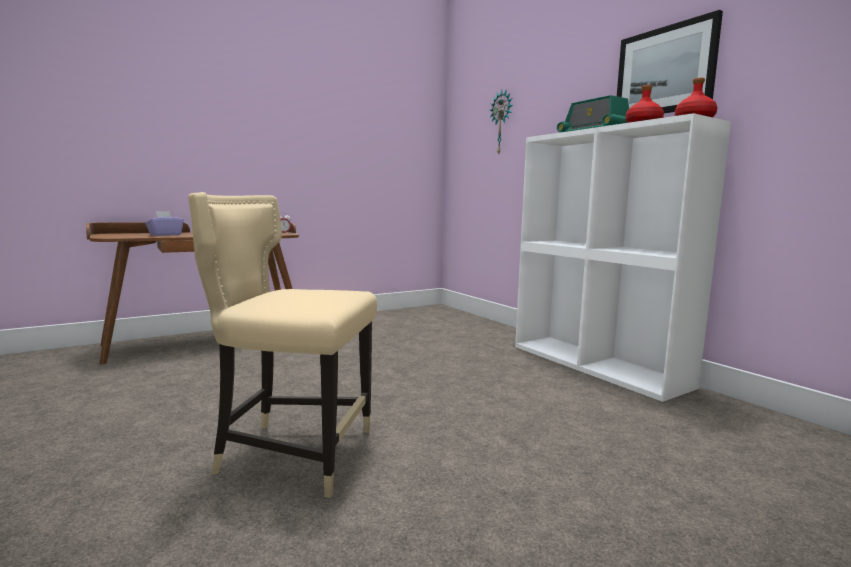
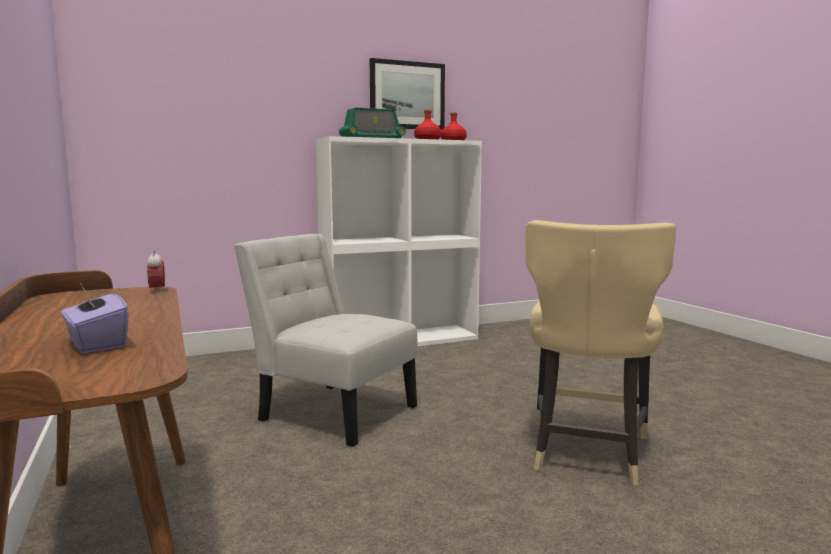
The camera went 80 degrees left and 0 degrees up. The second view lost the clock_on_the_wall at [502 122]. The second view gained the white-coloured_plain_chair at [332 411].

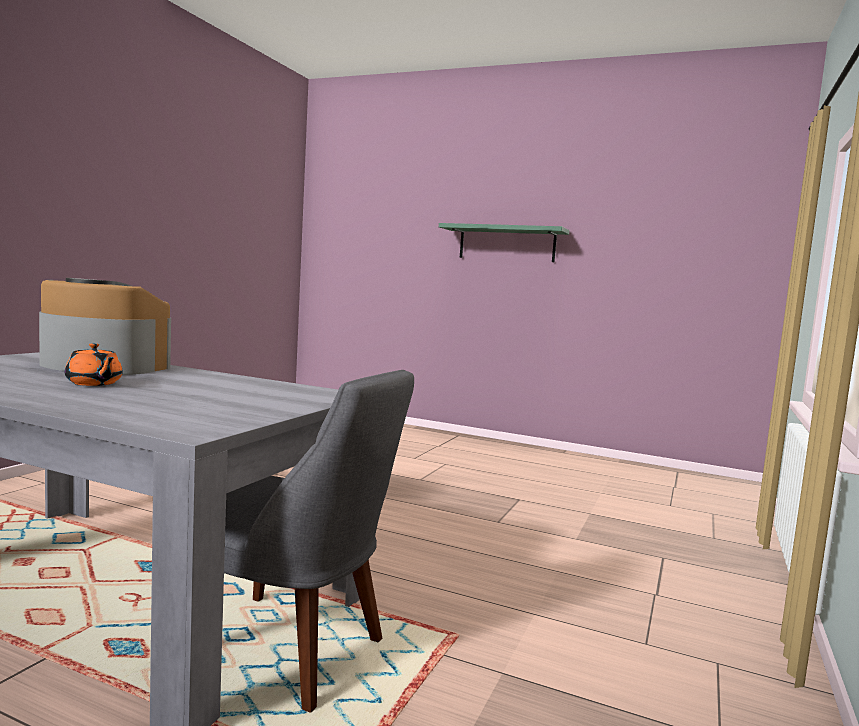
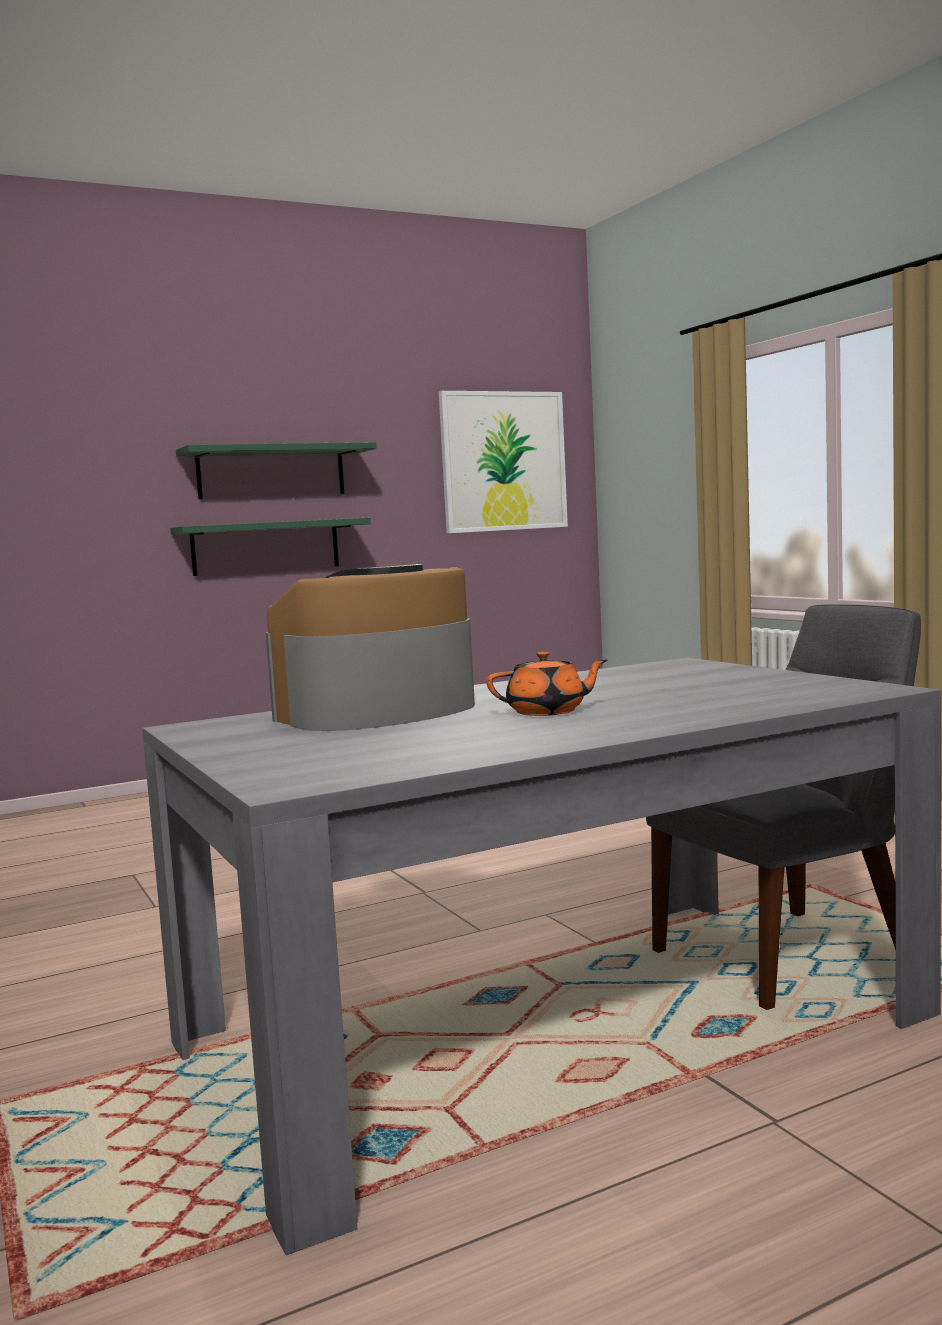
The camera went 50 degrees left and 0 degrees up. The second view gained the wall_art at [503 461]. The second view gained the green-coloured_wall_shelf at [266 547].

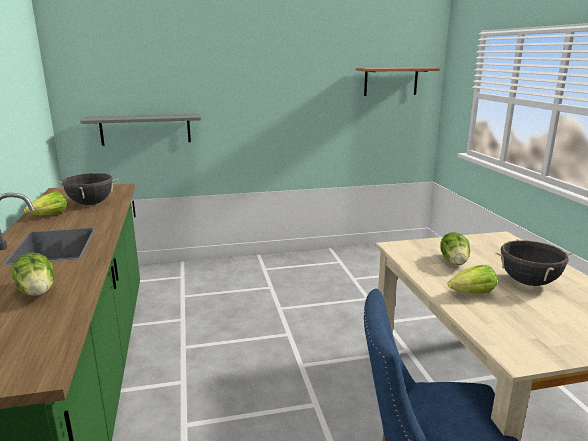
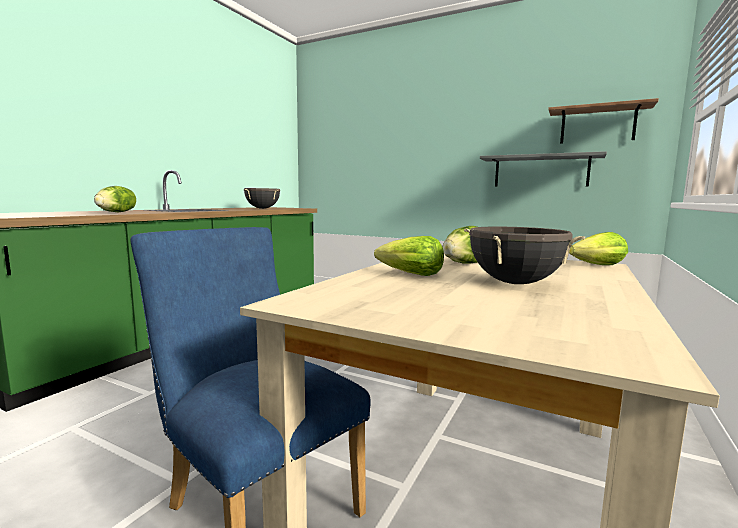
The camera went 40 degrees right and 10 degrees down. The gray_wall_shelf ended up elsewhere, having gone from [145 129] to [540 171]. The head_of_lettuce ended up elsewhere, having gone from [50 216] to [598 266].

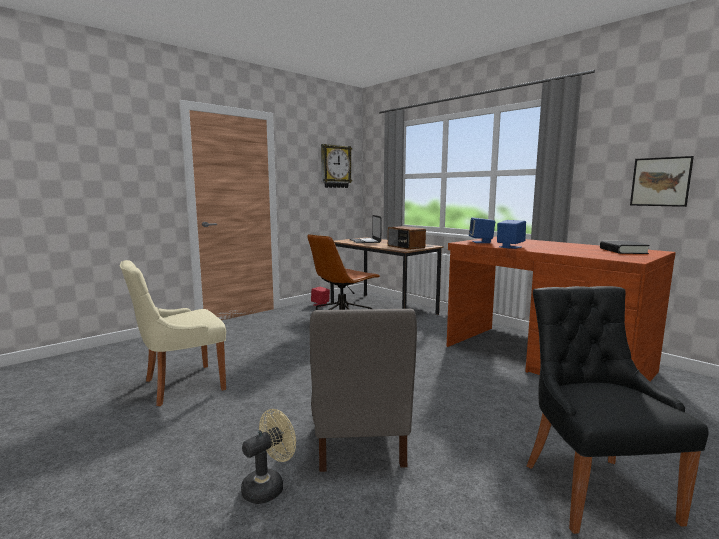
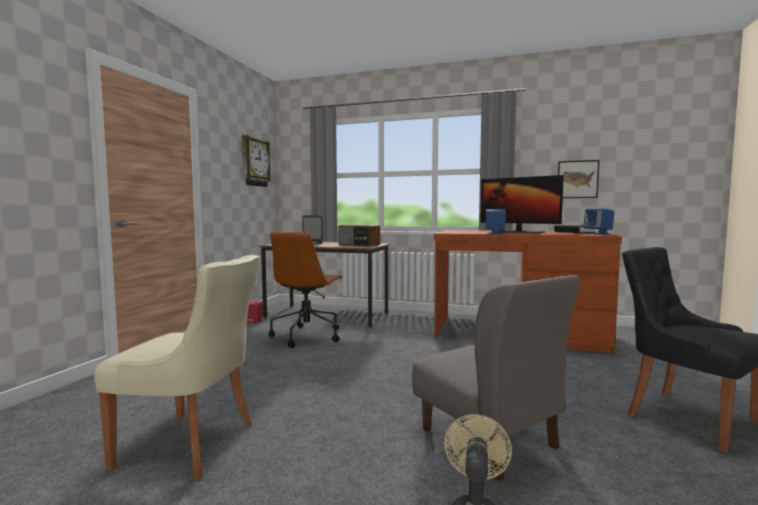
The camera went 30 degrees left and 5 degrees down. The blue_loudspeaker ended up elsewhere, having gone from [481 242] to [598 233]. The beige-coloured_plain_chair at [181 385] ended up facing another way, 105 degrees counterclockwise from before. The second view gained the computer_display at [518 232].

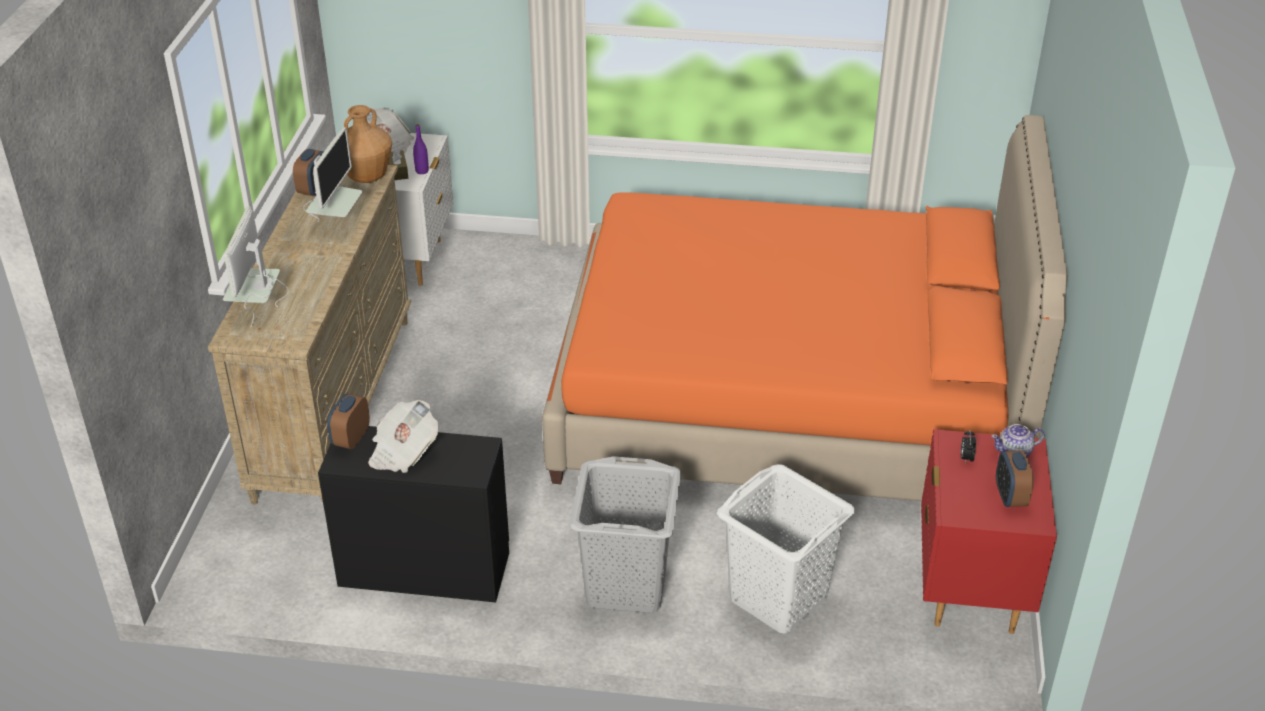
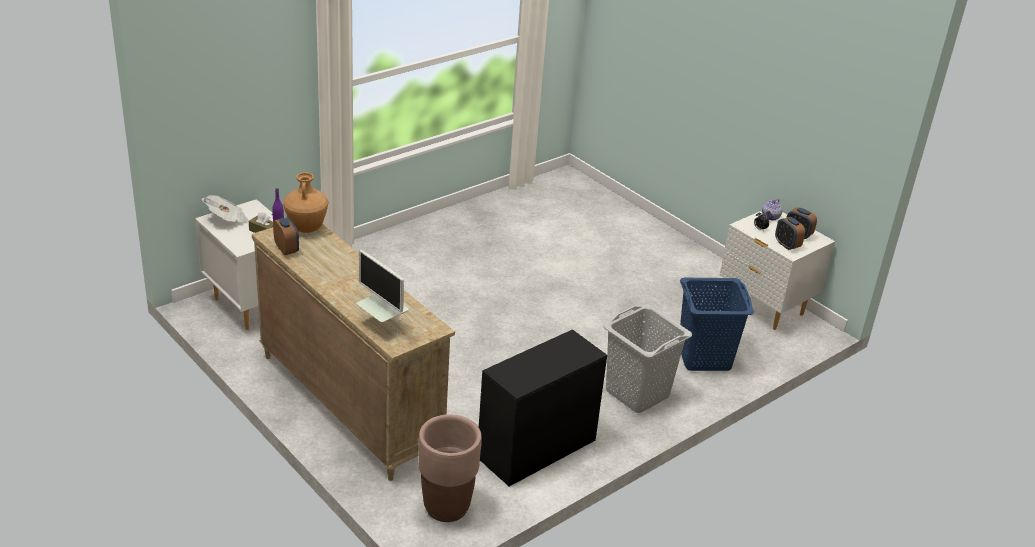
The camera went 50 degrees left and 5 degrees down. The second view lost the orange_bed at [788 398]. The second view lost the computer_display at [336 224]. The bedside_clock ended up elsewhere, having gone from [351 439] to [787 245]. The second view lost the newspaper at [403 452]. What was the red_nightstand at [970 591] turned into the white-coloured_nightstand at [765 308]. What was the white-coloured_hamper at [778 597] turned into the blue_hamper at [703 357]. The second view gained the brownish_flower_pot at [446 507].

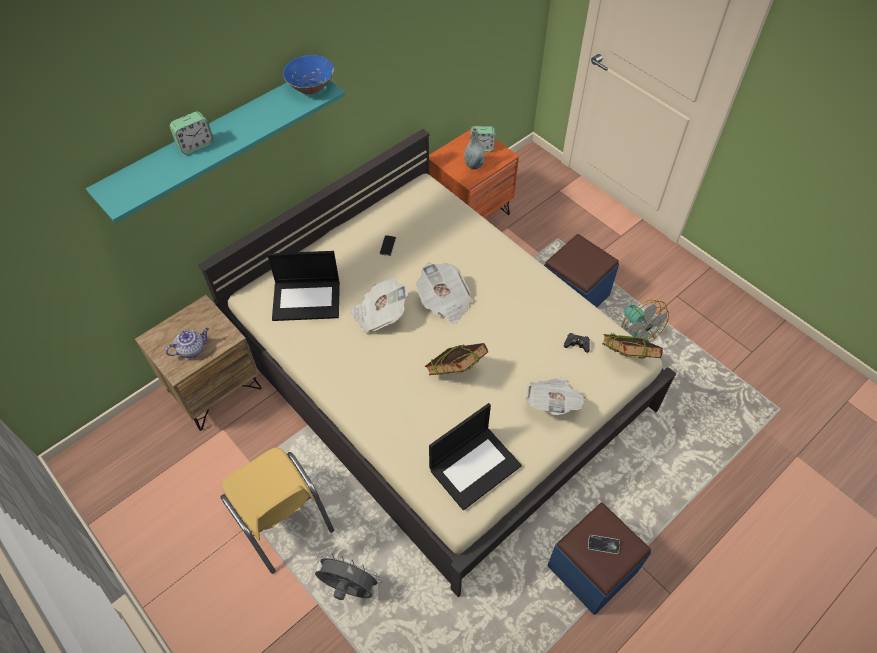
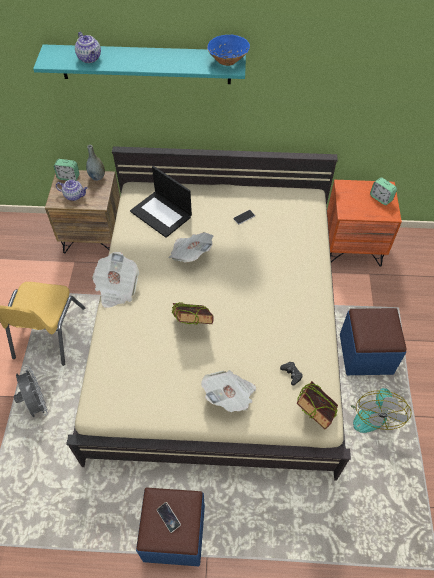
The camera went 45 degrees right and 0 degrees up. The bedside_clock ended up elsewhere, having gone from [196 145] to [68 177]. The gray_vase ended up elsewhere, having gone from [474 165] to [97 177]. The newspaper ended up elsewhere, having gone from [444 302] to [116 288]. The second view lost the notebook_computer at [475 466]. The second view gained the pot_for_tea at [90 58].

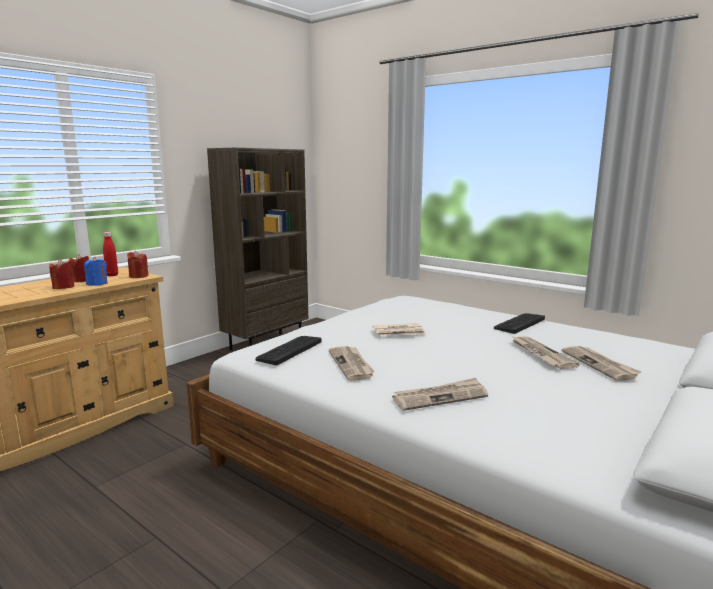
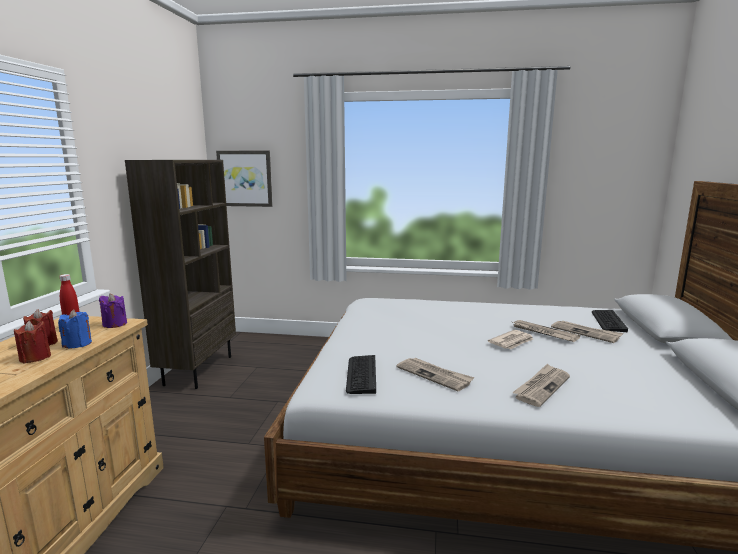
The camera went 30 degrees left and 0 degrees up. What was the red_wax_candle at [138 276] turned into the purplish_wax_candle at [115 324]. The computer_keyboard ended up elsewhere, having gone from [519 323] to [608 321]. The newspaper ended up elsewhere, having gone from [399 332] to [512 342]. The second view gained the wall_art at [245 178].

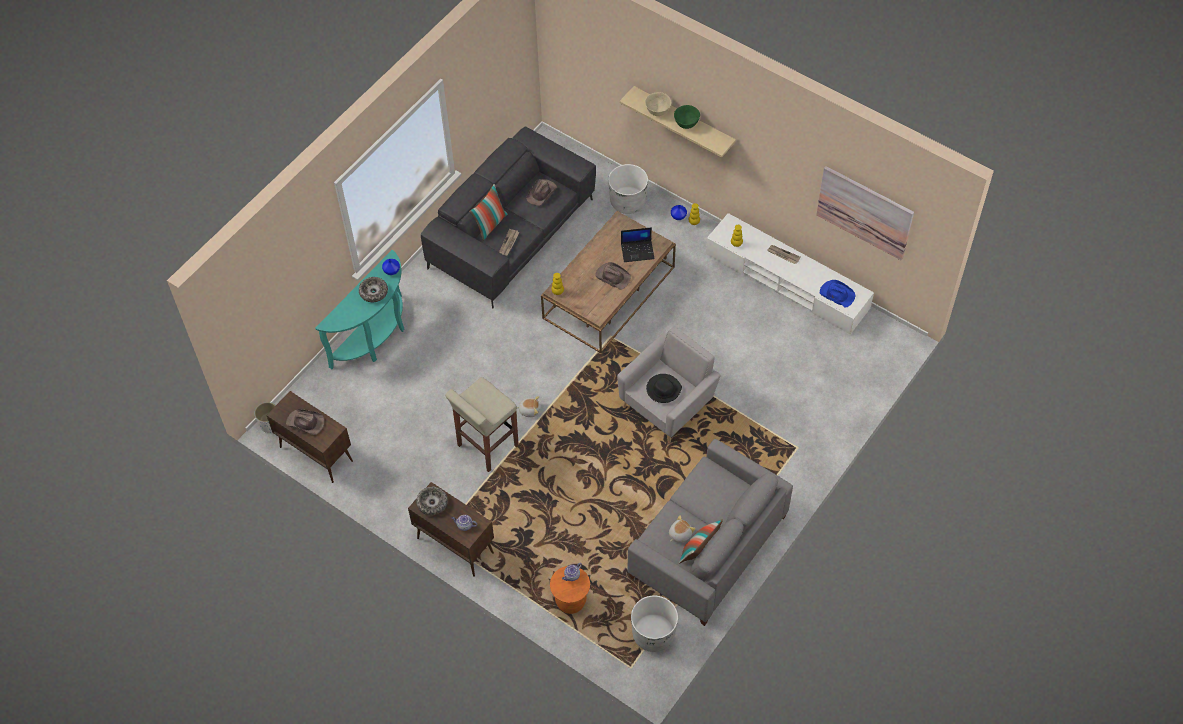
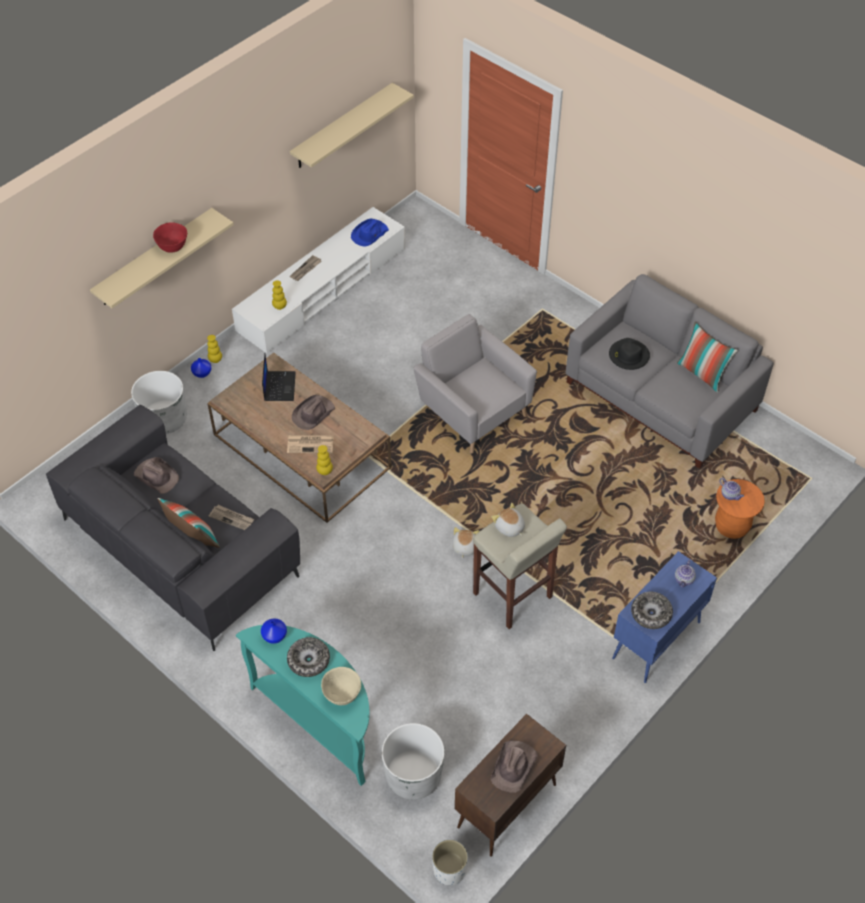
The camera went 85 degrees left and 5 degrees down. The beige-coloured_bowl ended up elsewhere, having gone from [658 111] to [341 694]. What was the green-coloured_bowl at [686 124] turned into the red_bowl at [173 247]. Where the wall_art hung at [864 212], the beige-coloured_wall_shelf came to hang at [342 126]. The black-coloured_wearable_hat ended up elsewhere, having gone from [663 389] to [628 356]. What was the brownish_cupboard at [454 545] turned into the blue_cupboard at [656 641]. The cuddly_toy ended up elsewhere, having gone from [679 534] to [509 528]. The white-coloured_flower_pot ended up elsewhere, having gone from [653 634] to [413 775]. The second view gained the newspaper at [311 444].

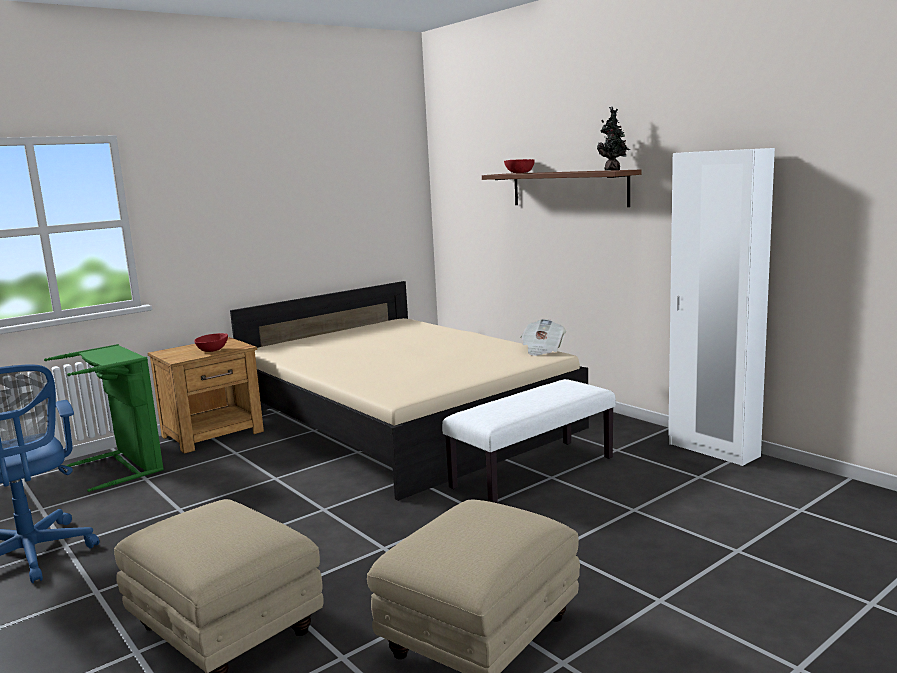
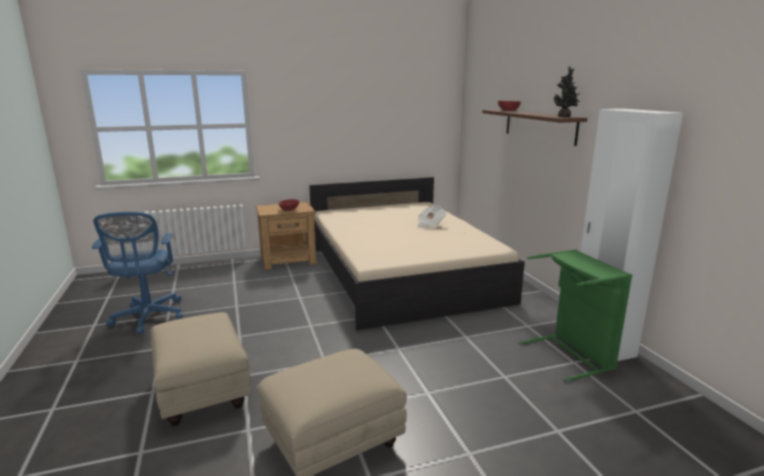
The camera went 20 degrees right and 5 degrees up. The newspaper ended up elsewhere, having gone from [542 350] to [429 225]. The green-coloured_hamper ended up elsewhere, having gone from [124 466] to [572 355]. The second view lost the white-coloured_indoor_bench at [533 472].

